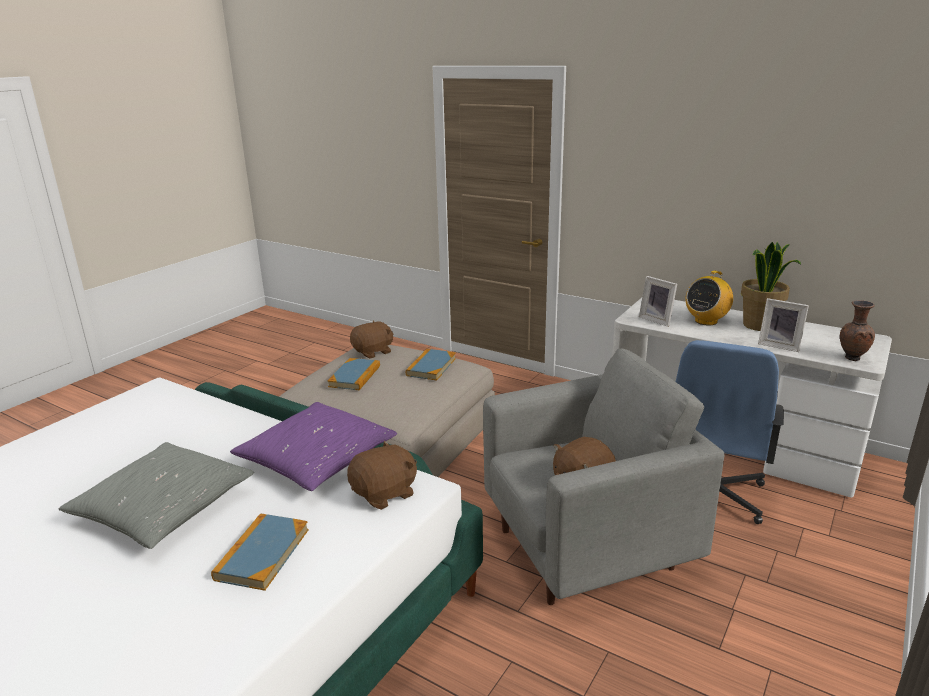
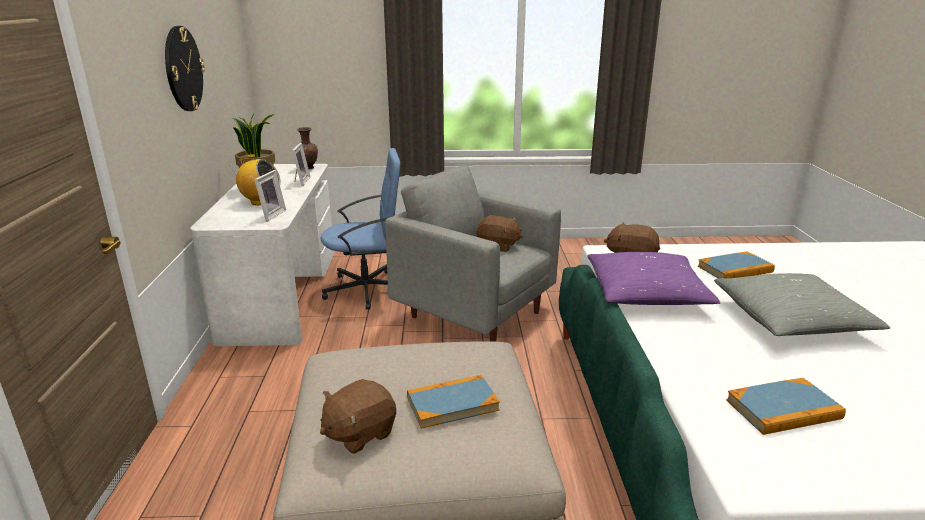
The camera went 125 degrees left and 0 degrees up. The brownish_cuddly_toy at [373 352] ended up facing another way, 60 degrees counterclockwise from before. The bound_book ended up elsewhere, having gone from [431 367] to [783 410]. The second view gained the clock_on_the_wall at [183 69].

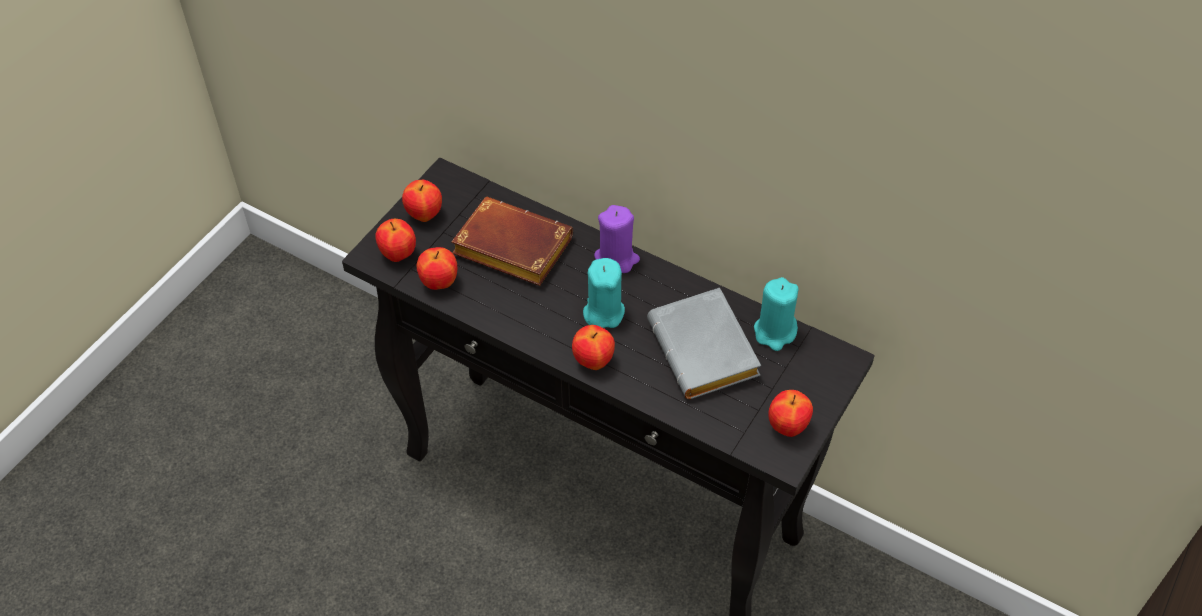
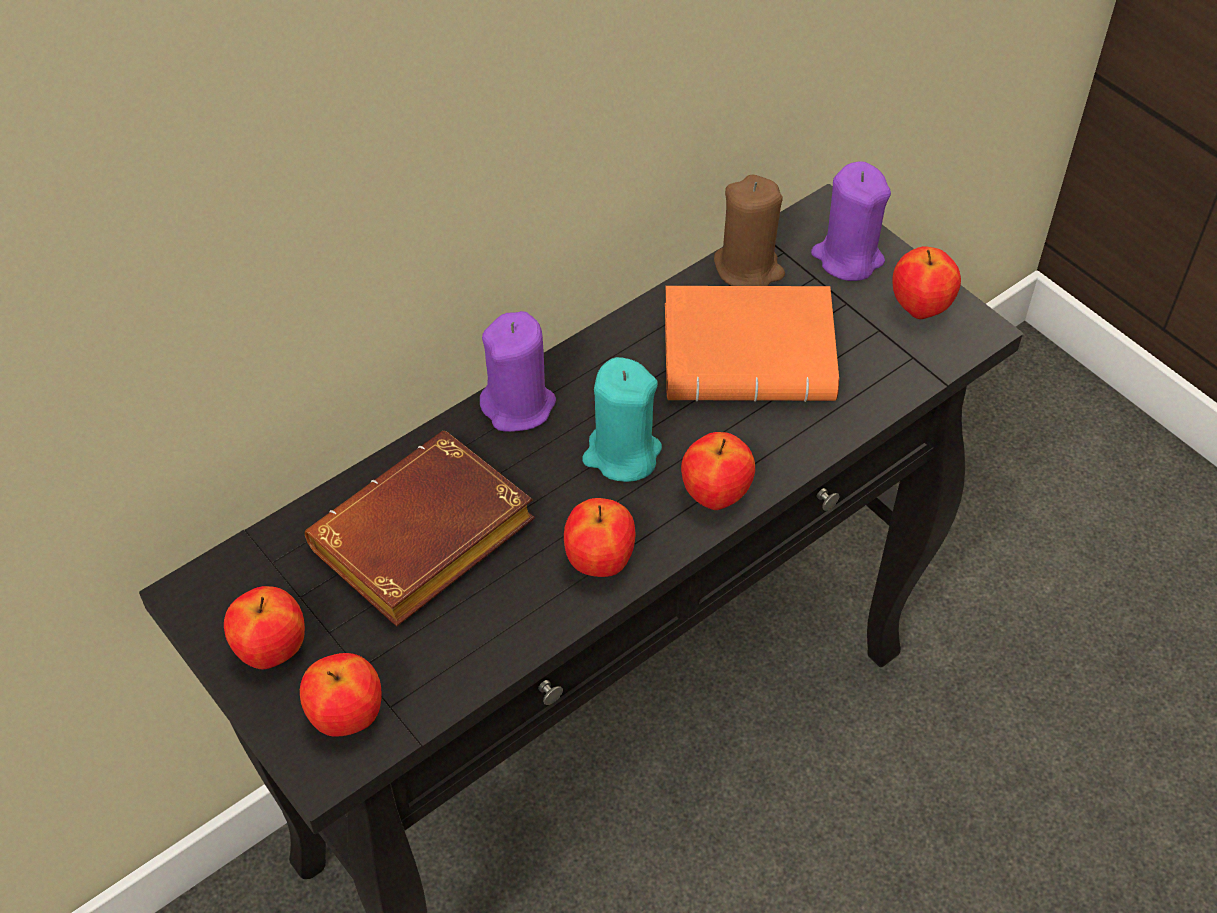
The camera went 70 degrees left and 0 degrees up. The apple_fruit ended up elsewhere, having gone from [439 283] to [599 562]. What was the turquoise_wax_candle at [775 332] turned into the brownish_wax_candle at [748 268]. What was the gray_bound_book at [707 352] turned into the orange_bound_book at [753 353]. The second view gained the purplish_wax_candle at [847 258].

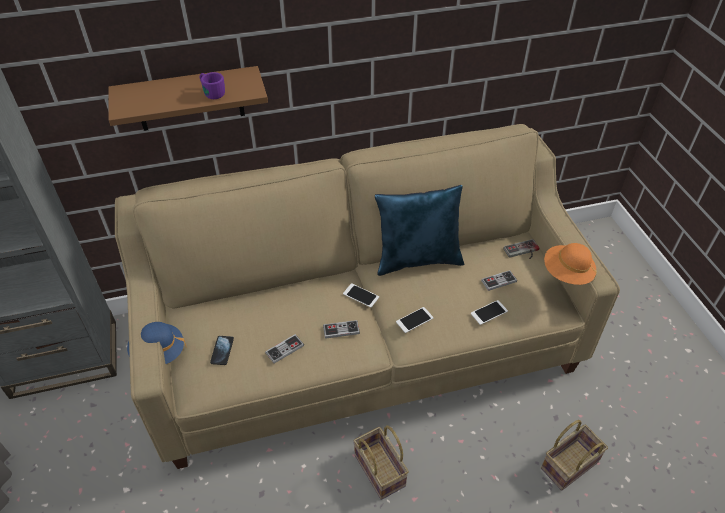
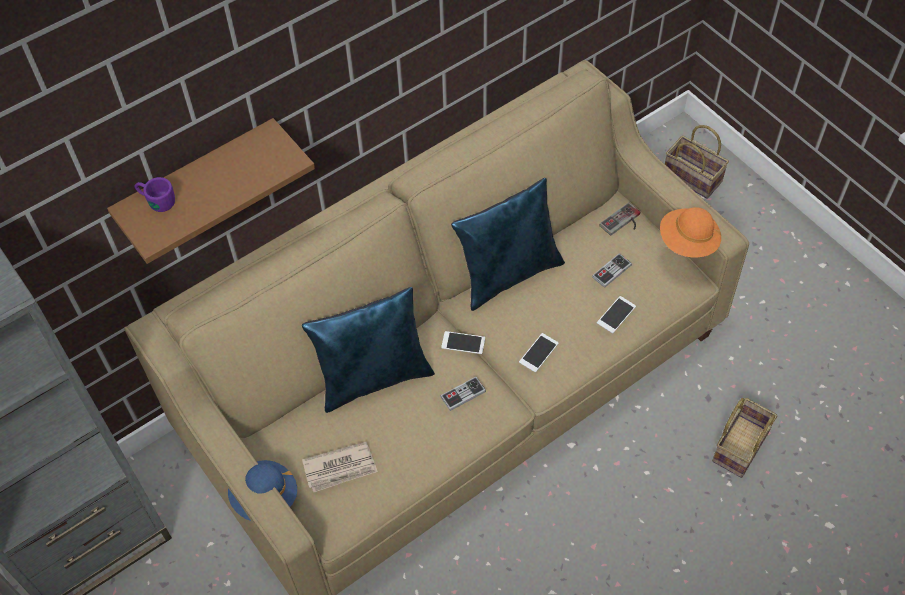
The camera went 20 degrees left and 10 degrees up. The purplish_tea_mug ended up elsewhere, having gone from [211 92] to [156 201]. The second view lost the joypad at [285 349]. Where the phone stood at [222 351], the newspaper came to stand at [340 468]. The basket ended up elsewhere, having gone from [381 471] to [694 177]. The second view gained the blue_cushion at [374 377].

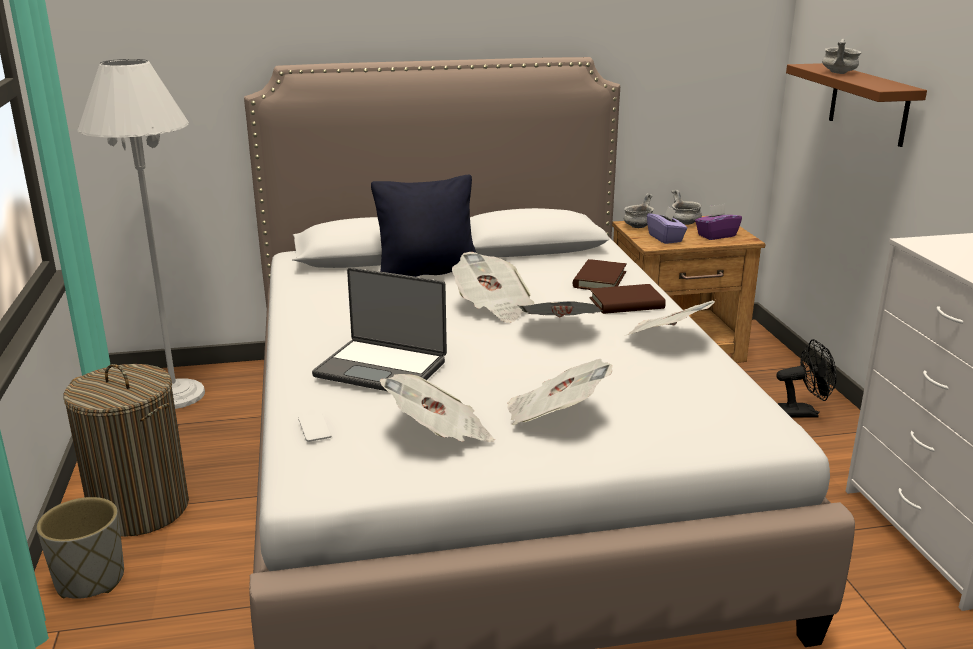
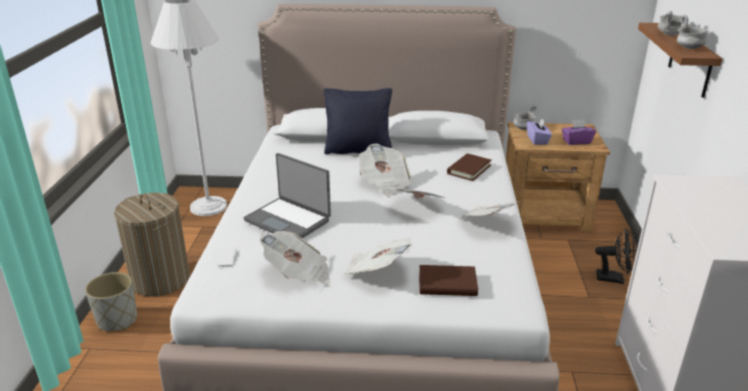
The camera went 15 degrees right and 5 degrees up. The gray_bowl ended up elsewhere, having gone from [684 223] to [688 47]. The brownish_bound_book ended up elsewhere, having gone from [626 303] to [447 284].

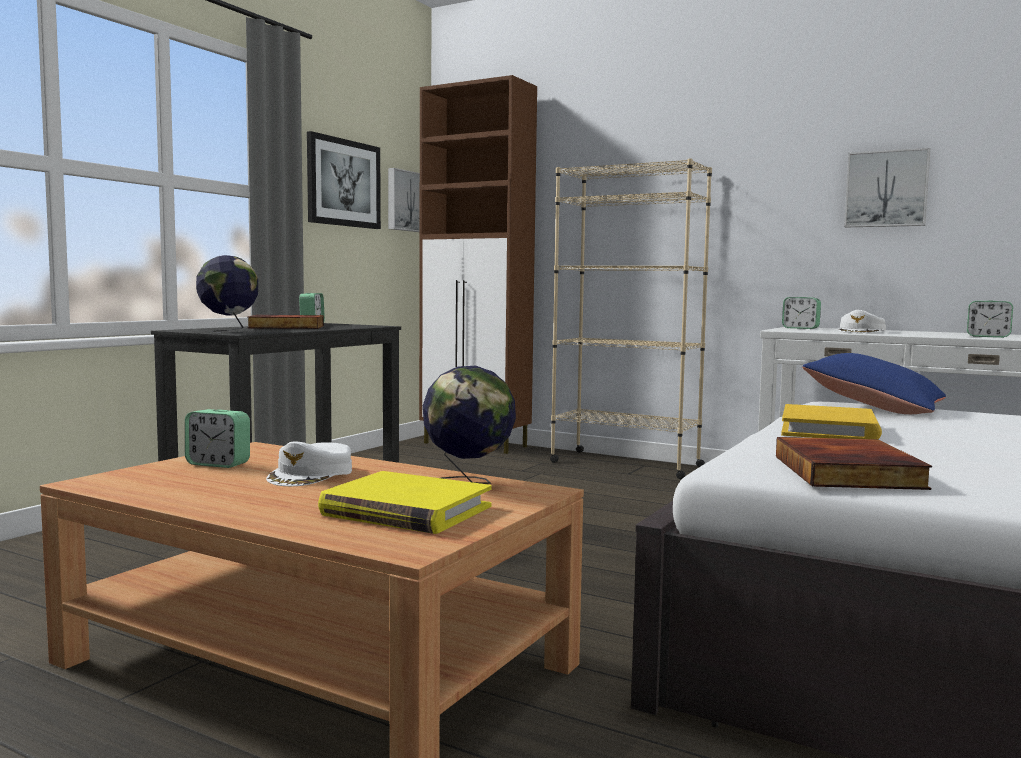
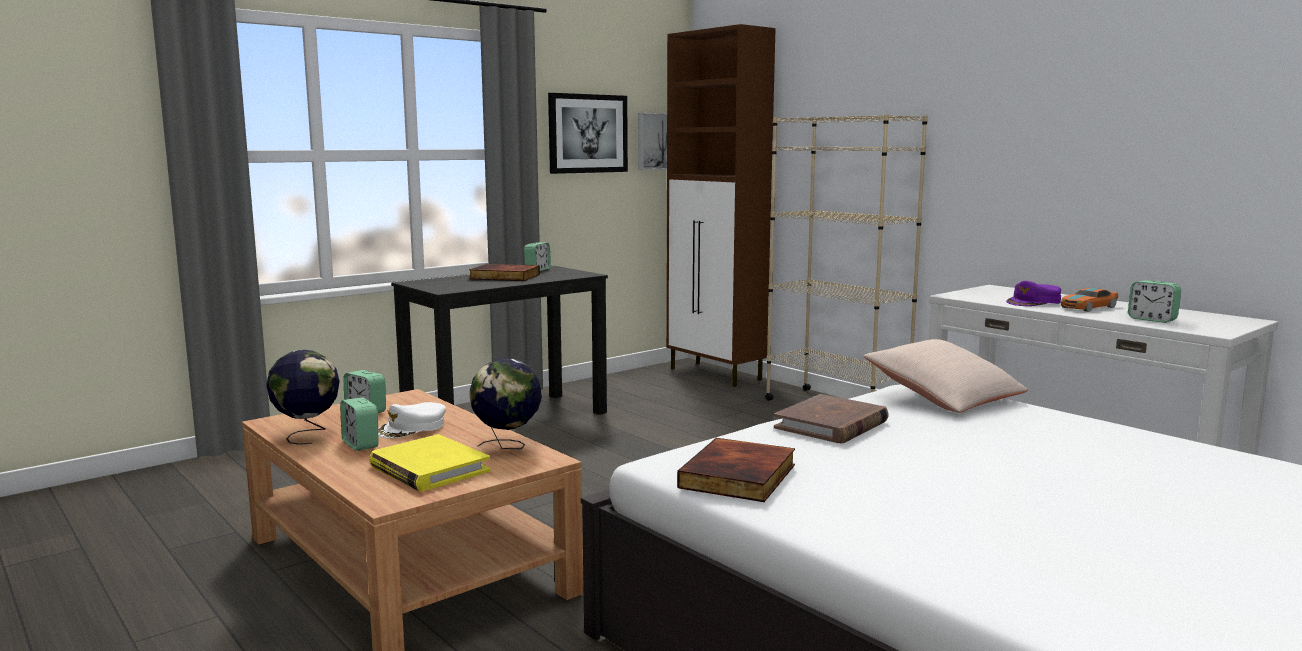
The camera went 20 degrees right and 5 degrees up. The second view lost the wall_art at [886 189]. The desk_globe ended up elsewhere, having gone from [228 331] to [307 435]. The bedside_clock ended up elsewhere, having gone from [800 328] to [360 444]. What was the white-coloured_cap at [861 332] turned into the purplish_cap at [1034 302]. What was the blue_cushion at [874 407] turned into the beige-coloured_cushion at [943 397]. What was the yellow_bound_book at [829 430] turned into the brownish_bound_book at [831 425]. The second view gained the model_car at [1088 307].

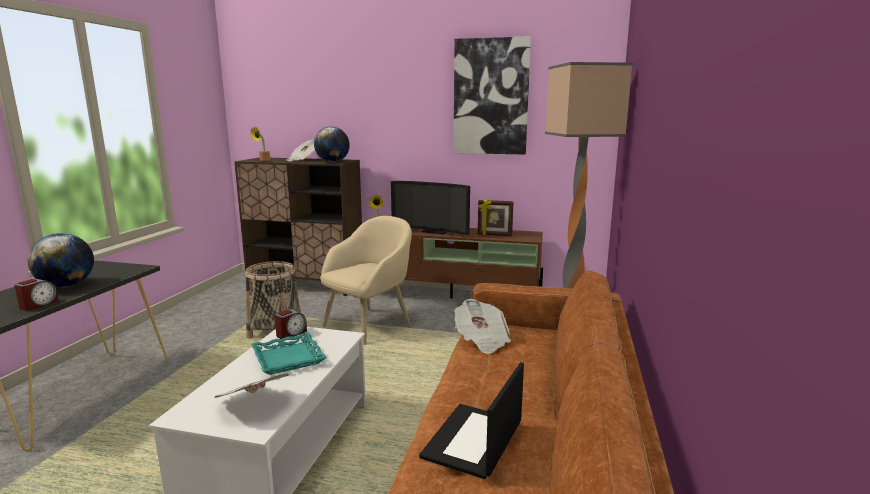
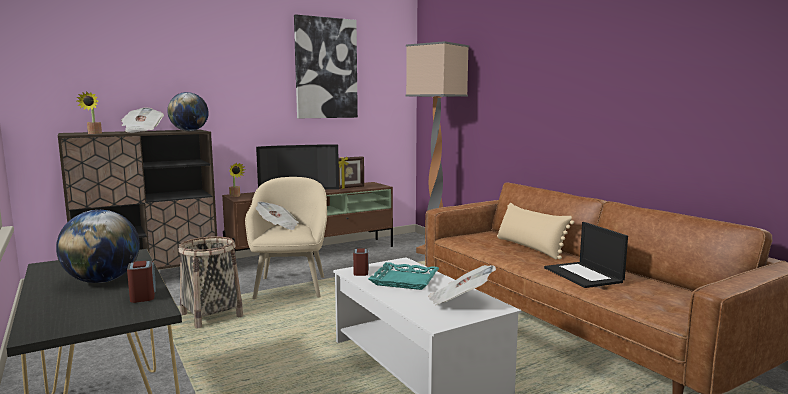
The camera went 45 degrees left and 5 degrees down. The newspaper ended up elsewhere, having gone from [481 340] to [278 227]. The second view gained the beige-coloured_cushion at [529 248].

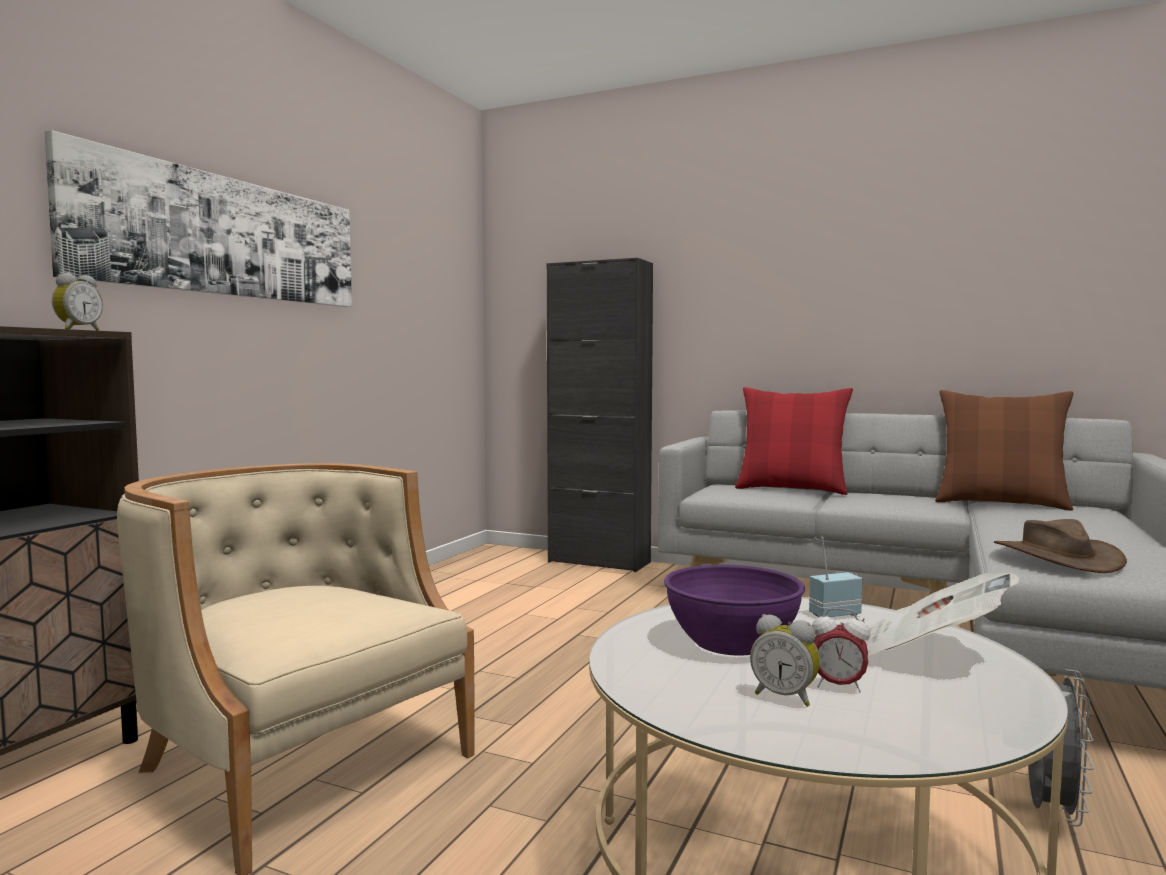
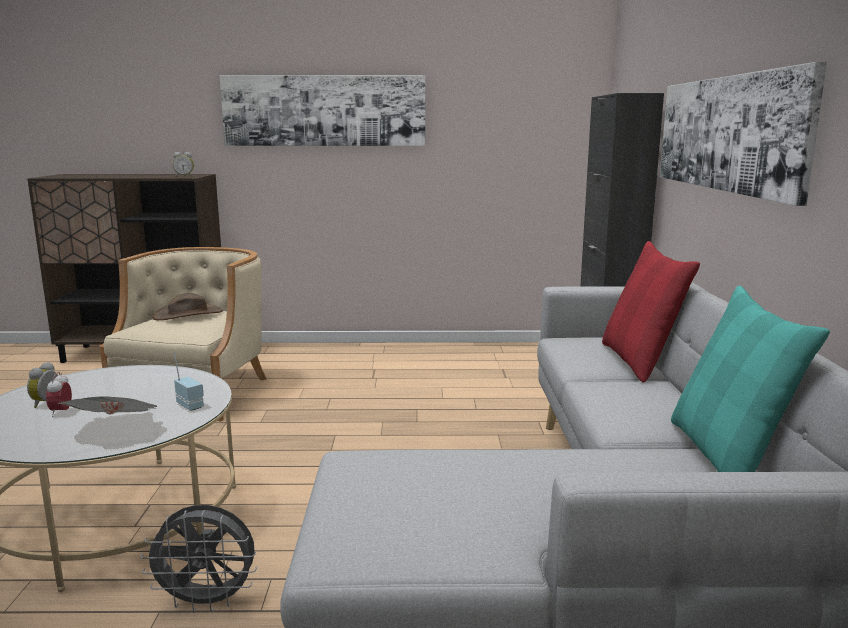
The camera went 65 degrees right and 10 degrees up. What was the brownish_cushion at [1000 503] turned into the turquoise_cushion at [726 456]. The brownish_wearable_hat ended up elsewhere, having gone from [1056 557] to [188 314]. The second view lost the purplish_bowl at [732 643]. The second view gained the wall_art at [727 133].

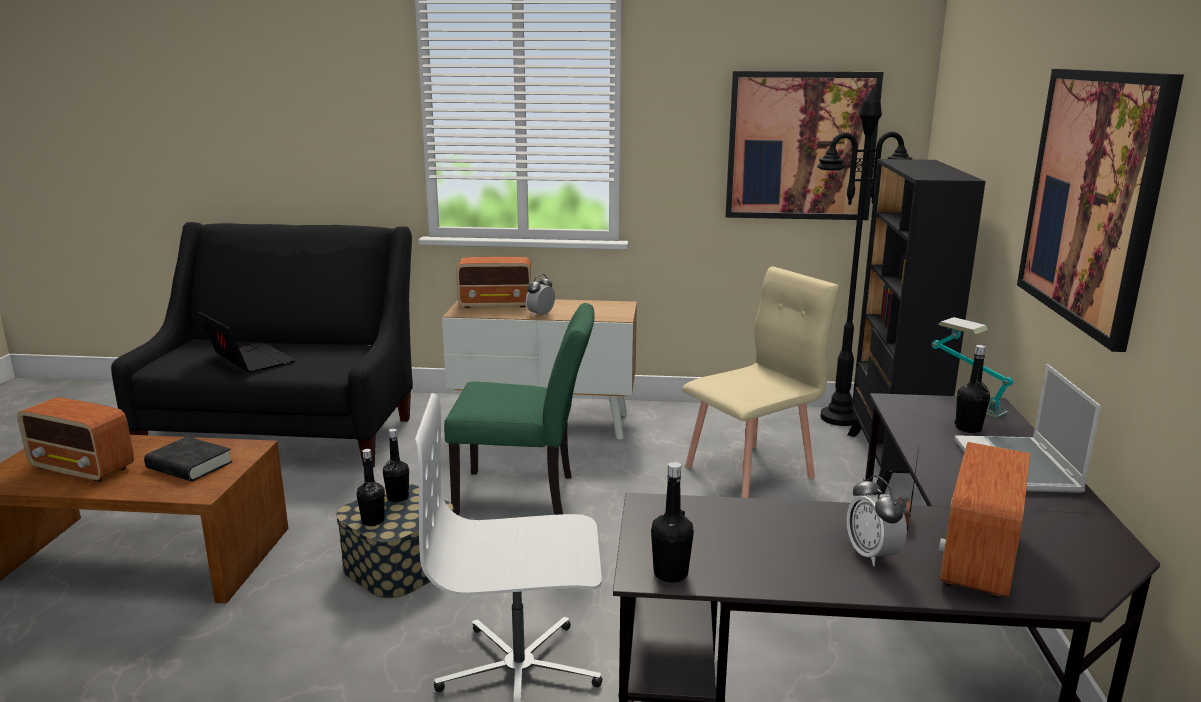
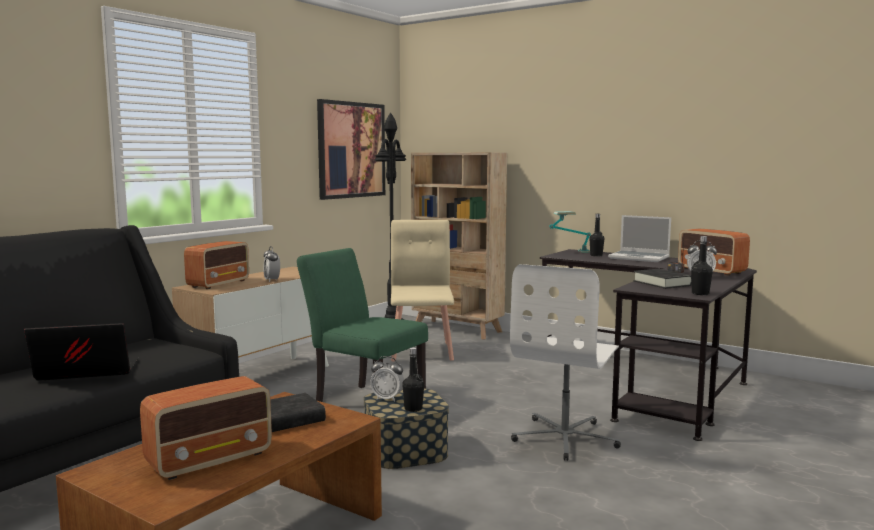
The camera went 60 degrees left and 10 degrees down. The second view lost the wall_art at [1092 198]. What was the black-coloured_bookshelf at [889 464] turned into the beige-coloured_bookshelf at [457 329]. The green-coloured_plain_chair at [525 495] ended up facing another way, 90 degrees counterclockwise from before. Where the black-coloured_beverage_bottle stood at [398 498], the bedside_clock came to stand at [387 399]. The second view gained the black-coloured_bound_book at [662 283].

